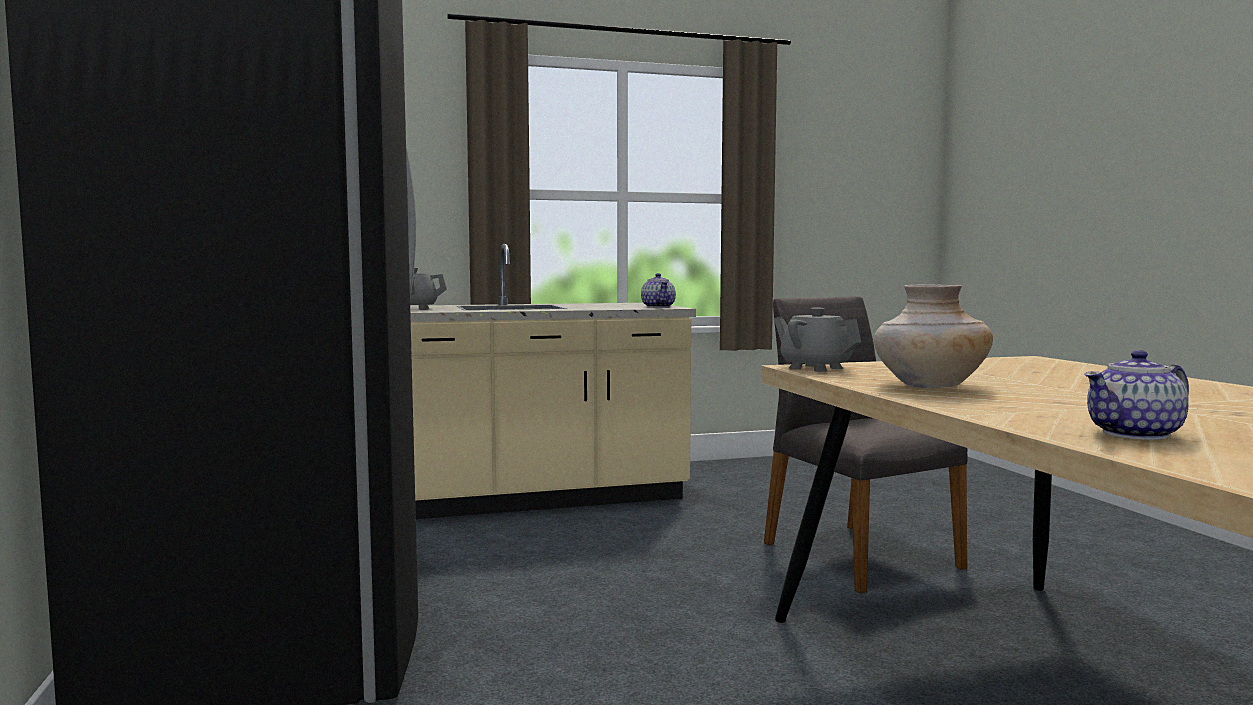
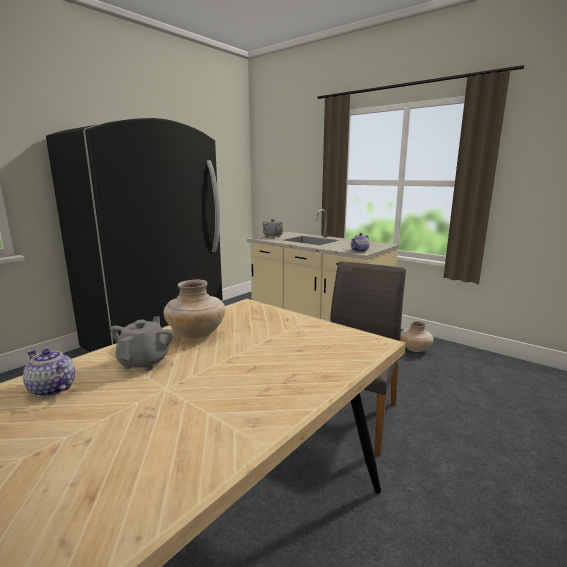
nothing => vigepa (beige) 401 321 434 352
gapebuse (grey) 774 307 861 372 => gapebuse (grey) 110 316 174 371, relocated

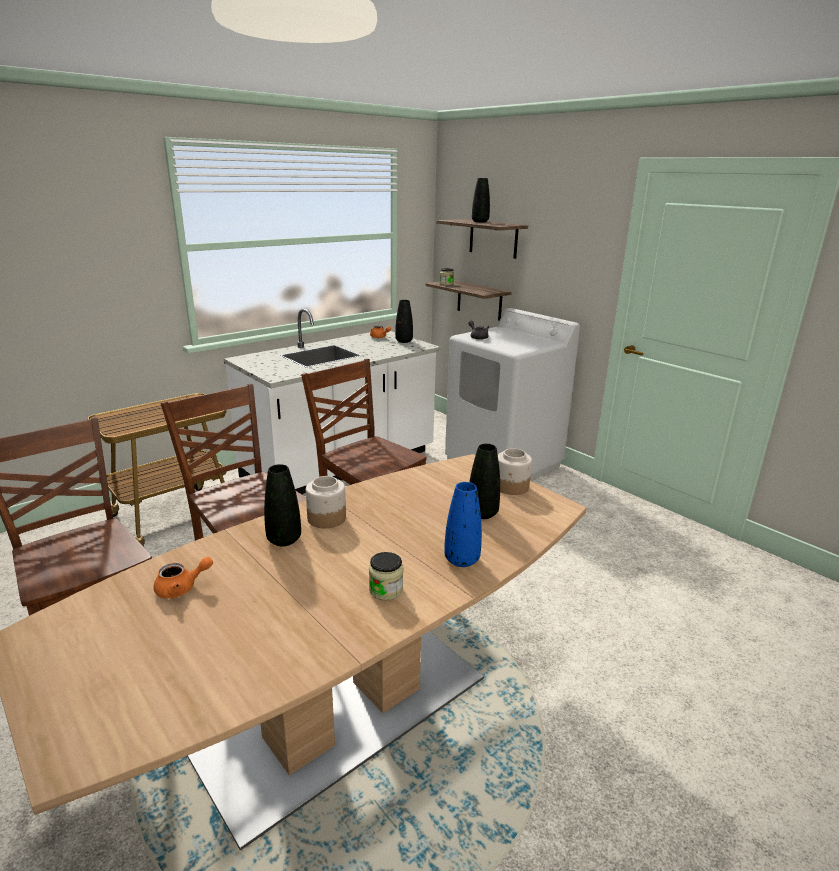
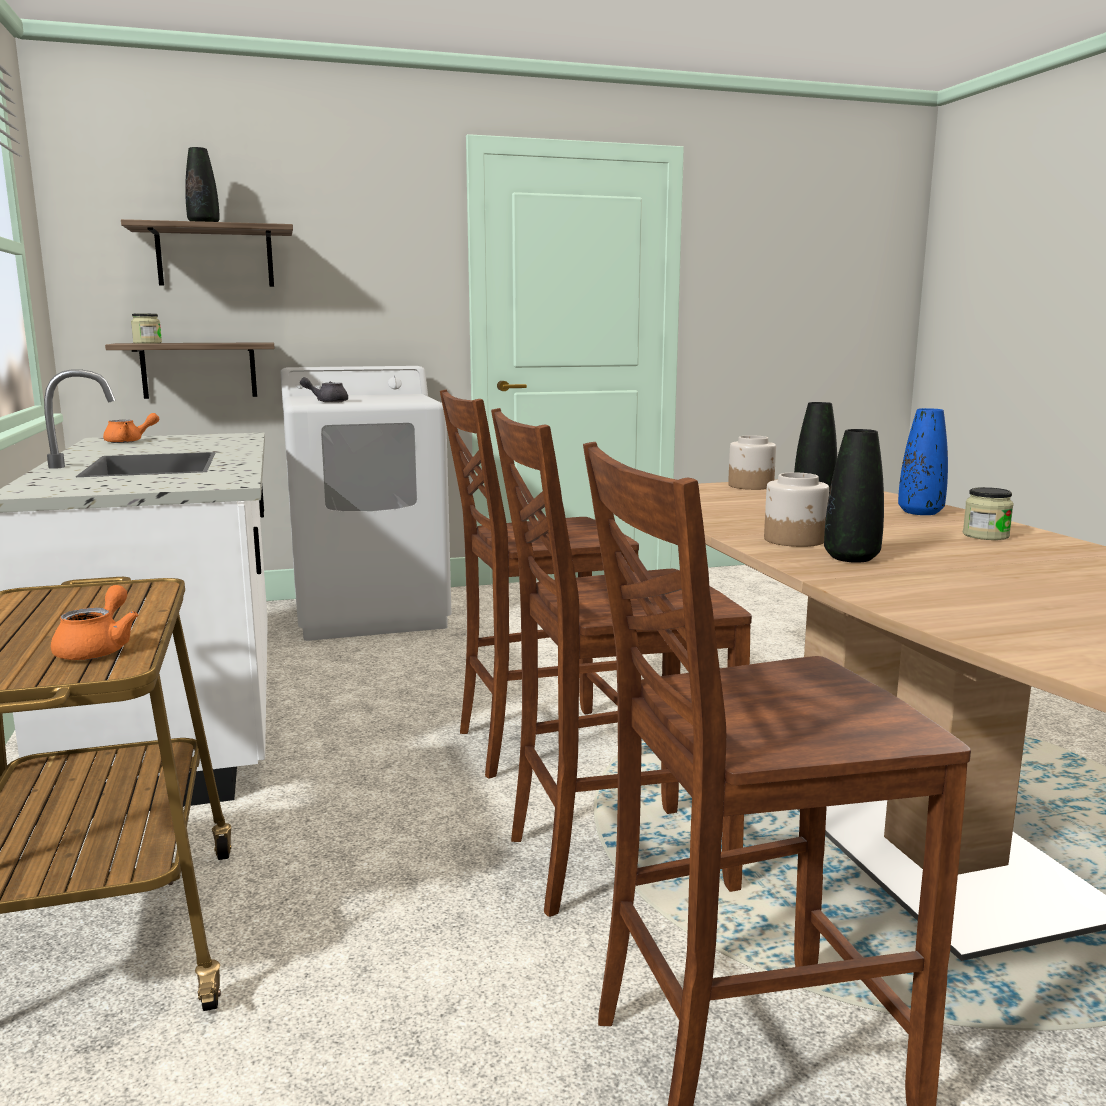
vigepa (black) 395 300 413 343 => nothing
gapebuse (orange) 153 557 213 598 => gapebuse (orange) 51 585 138 660, relocated

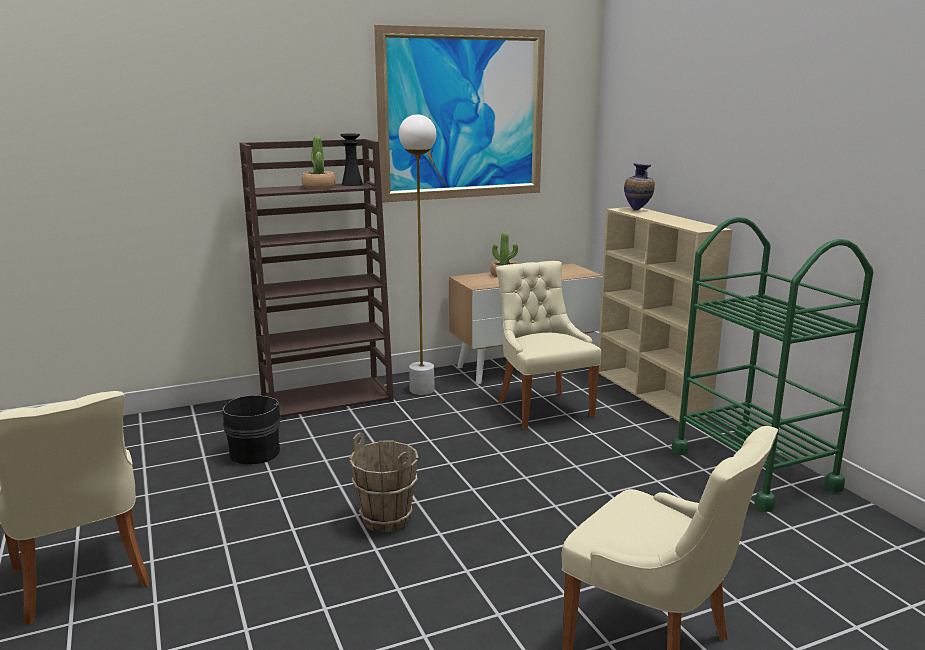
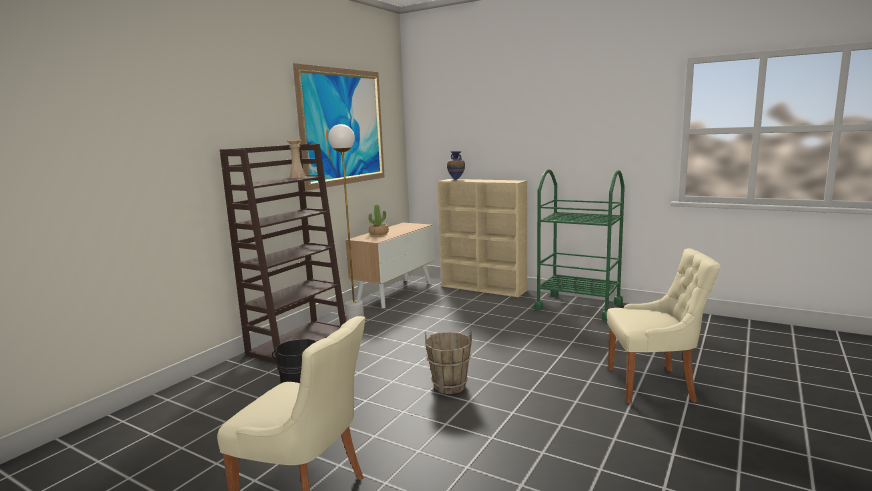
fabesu 301 135 336 189 => nothing
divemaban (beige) 496 261 602 429 => nothing
vigepa (black) 340 133 363 186 => vigepa (beige) 287 140 306 178

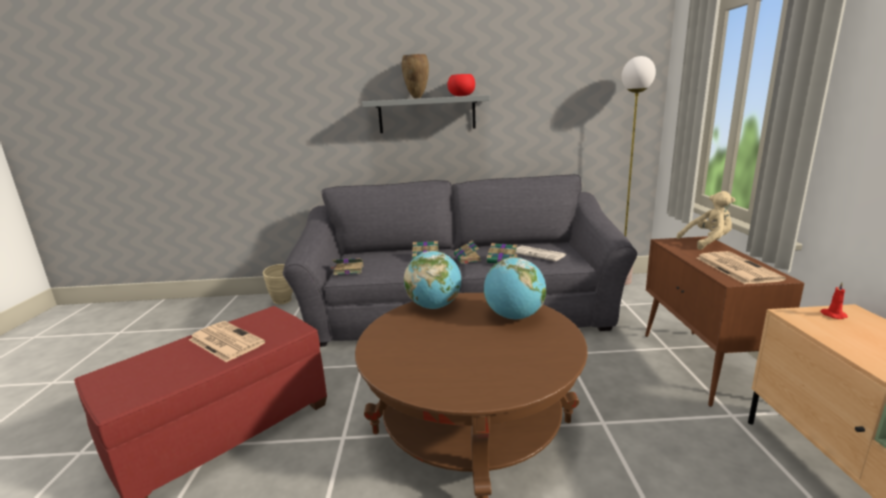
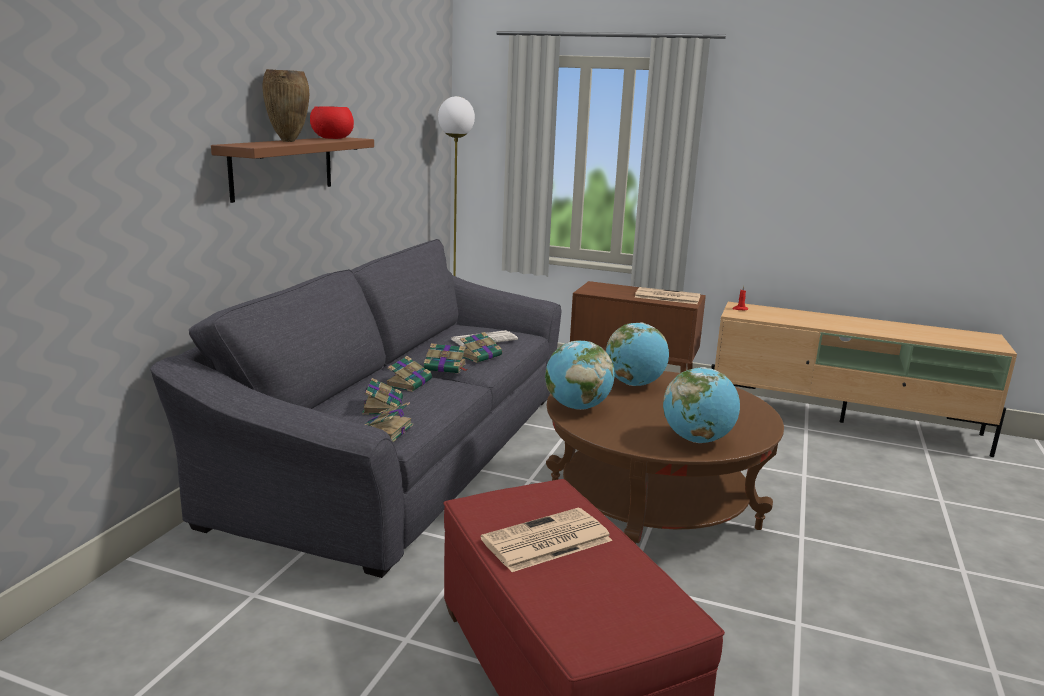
vigepa (beige) 263 264 293 305 => nothing
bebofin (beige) 676 191 735 250 => nothing
nothing => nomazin 362 378 403 415
nothing => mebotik 663 367 740 443
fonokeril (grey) 362 95 490 133 => fonokeril (brown) 211 137 374 203

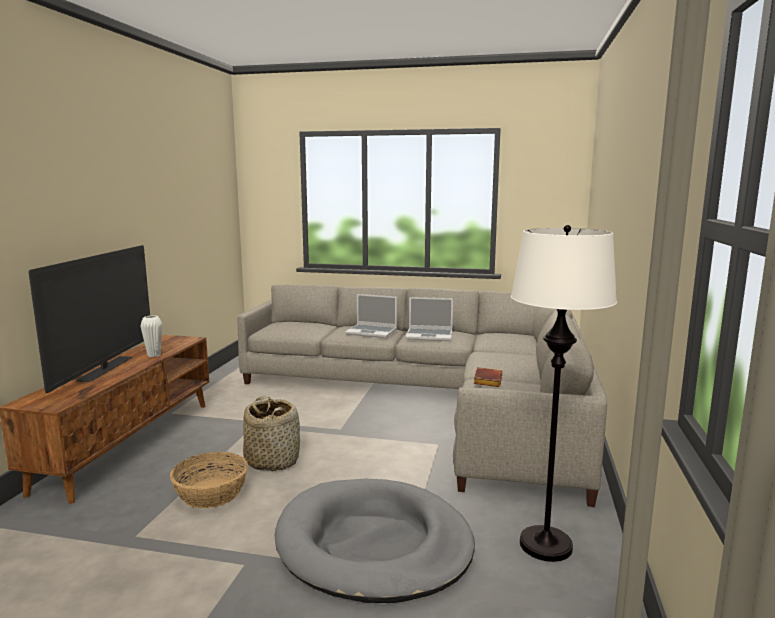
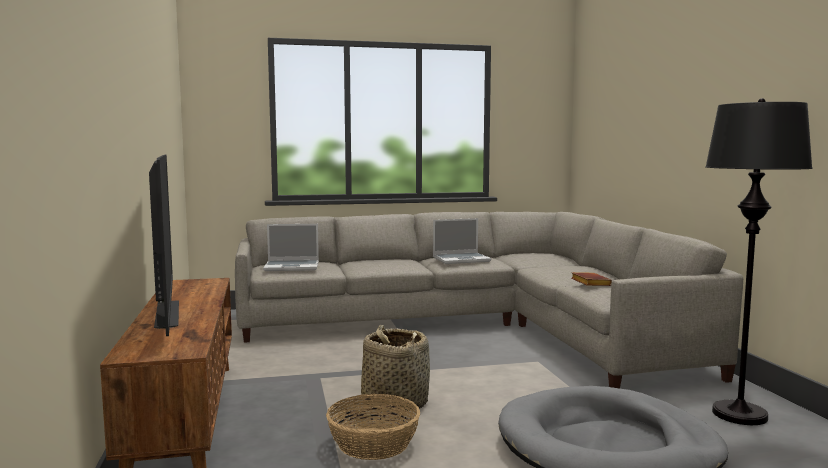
vigepa (white) 140 315 162 357 => nothing
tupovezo 345 294 397 338 => tupovezo 263 224 319 271, relocated
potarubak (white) 511 225 617 562 => potarubak (black) 705 98 813 425

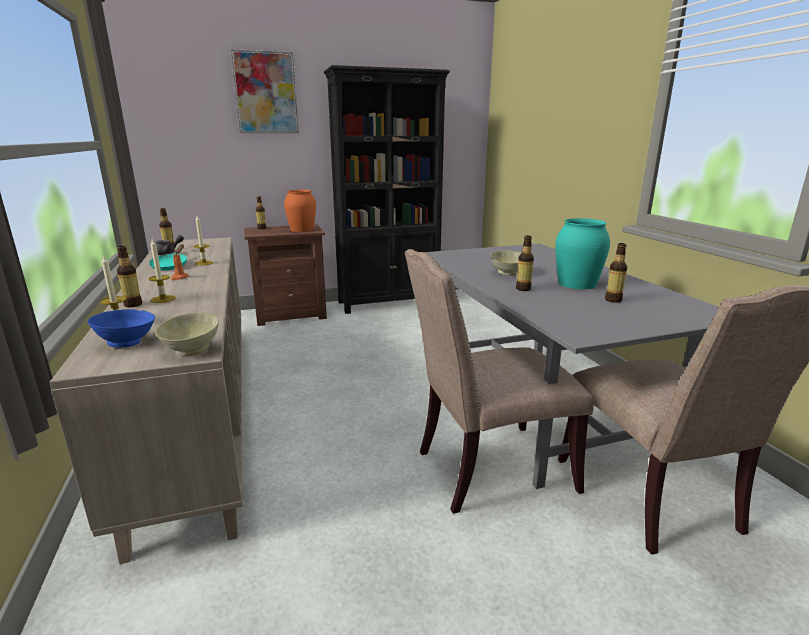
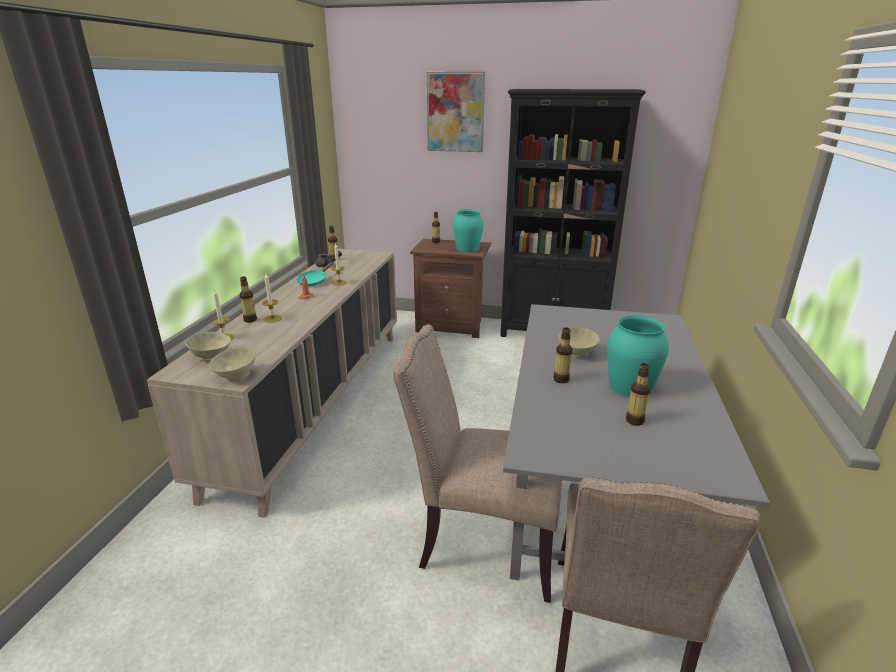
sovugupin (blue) 88 309 155 348 => sovugupin (beige) 185 332 231 362
vigepa (orange) 284 190 316 232 => vigepa (turquoise) 453 209 484 252

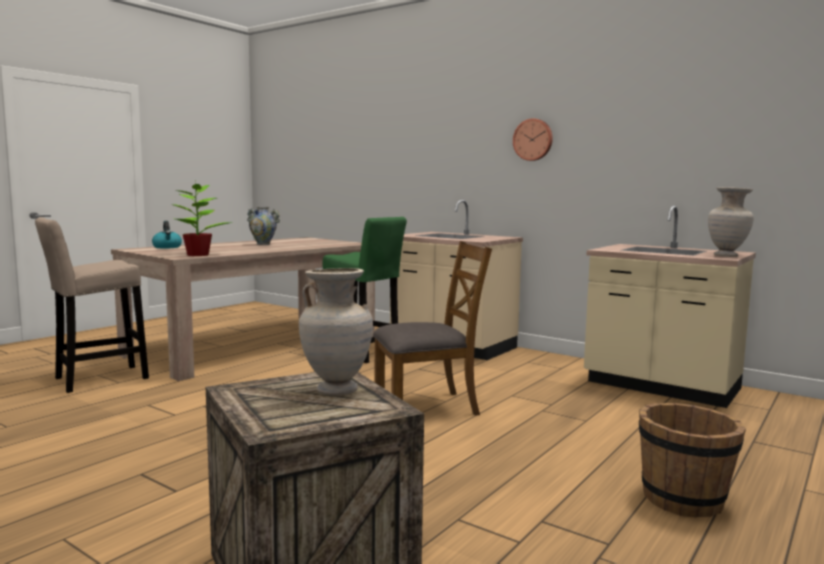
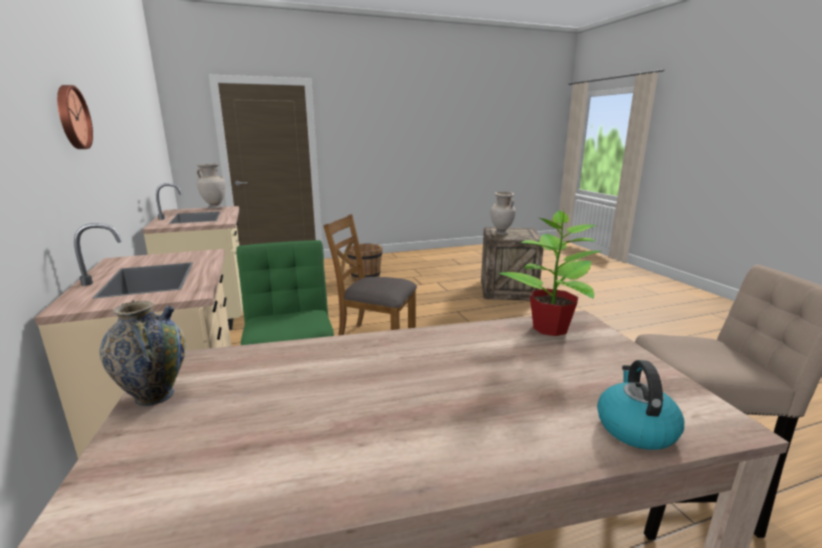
vigepa 247 207 280 245 => vigepa 100 300 186 406, relocated

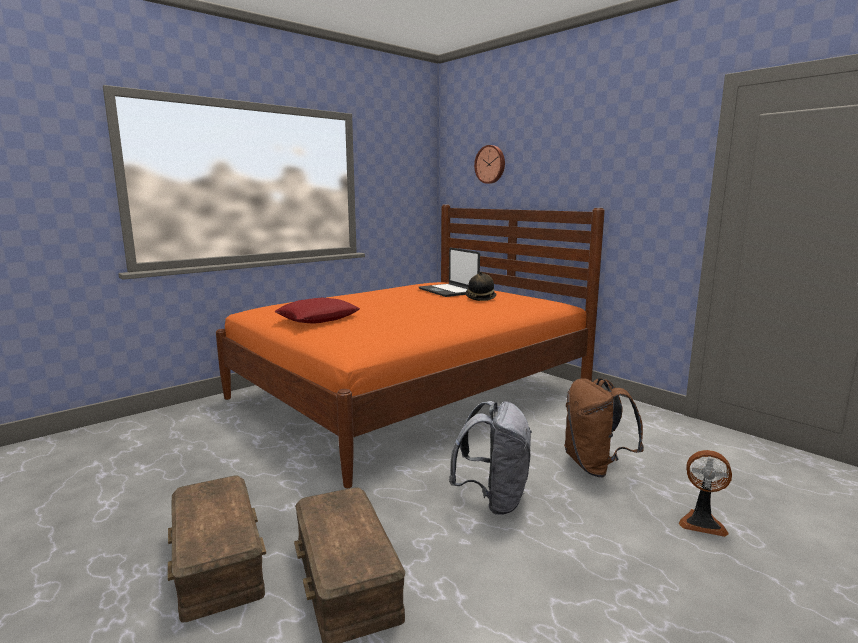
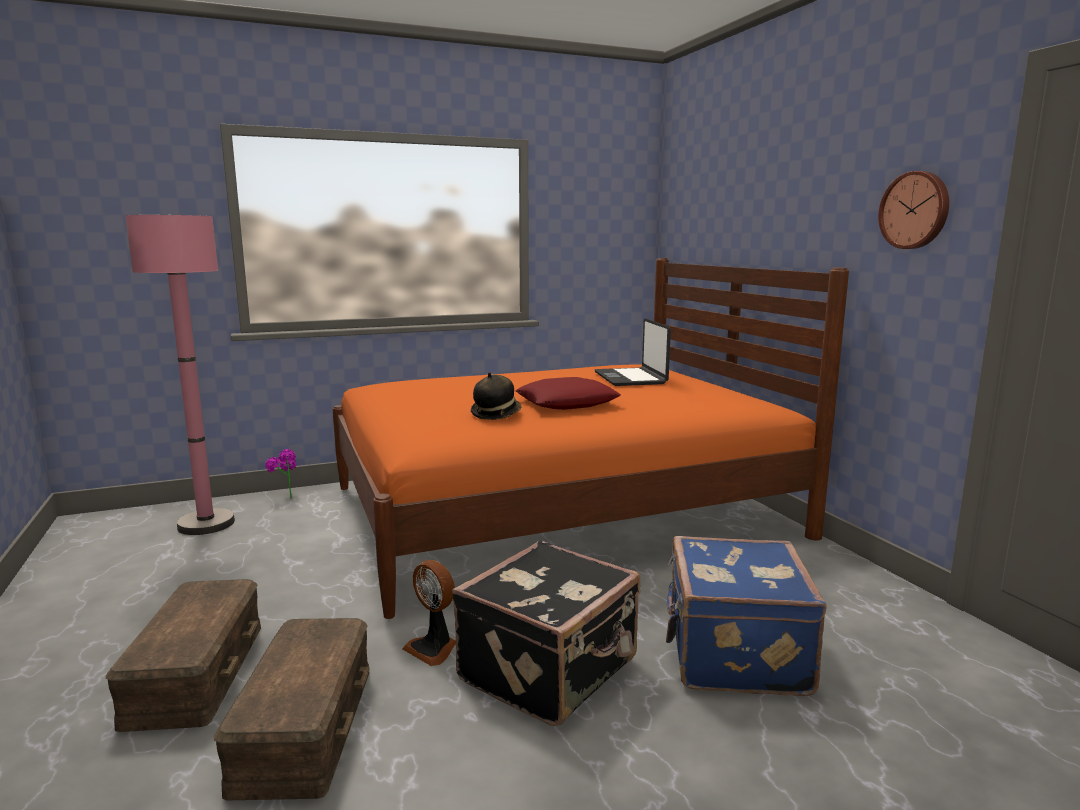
nothing => potarubak (pink) 125 215 235 535
nothing => fabesu 265 449 297 499
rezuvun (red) 275 298 360 323 => rezuvun (red) 516 377 621 410, relocated
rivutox 466 272 497 301 => rivutox 471 372 521 420, relocated
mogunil 474 145 505 184 => mogunil 878 171 949 249, relocated
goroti 679 450 732 537 => goroti 402 560 456 666, relocated
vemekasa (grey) 449 401 532 515 => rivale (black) 452 540 640 726
vemekasa (brown) 564 378 644 477 => rivale (blue) 666 536 827 696

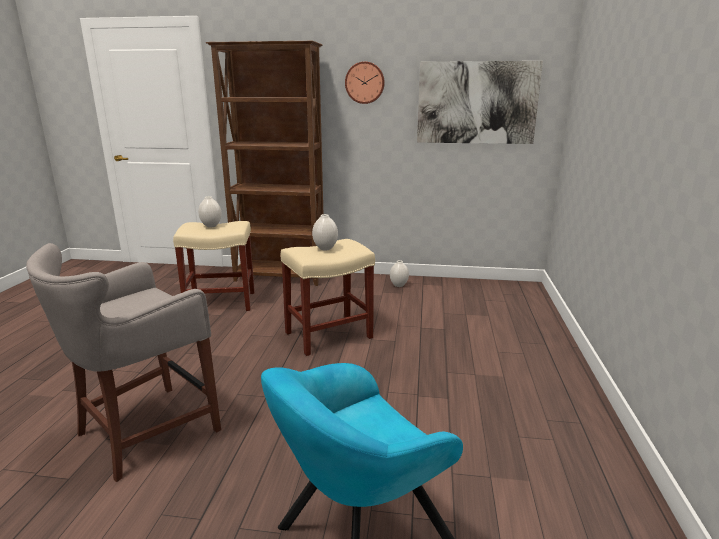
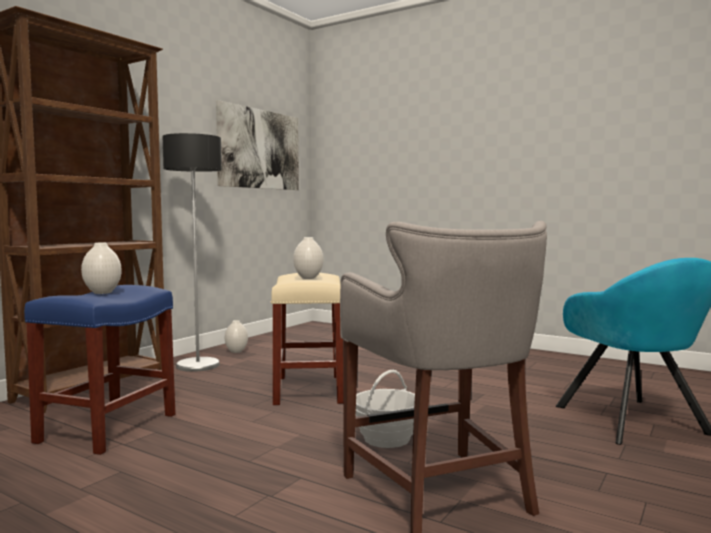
mogunil 345 61 385 104 => nothing
nothing => potarubak 162 133 222 372
nothing => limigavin 356 370 415 448
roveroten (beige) 173 221 255 311 => roveroten (blue) 24 285 176 455

